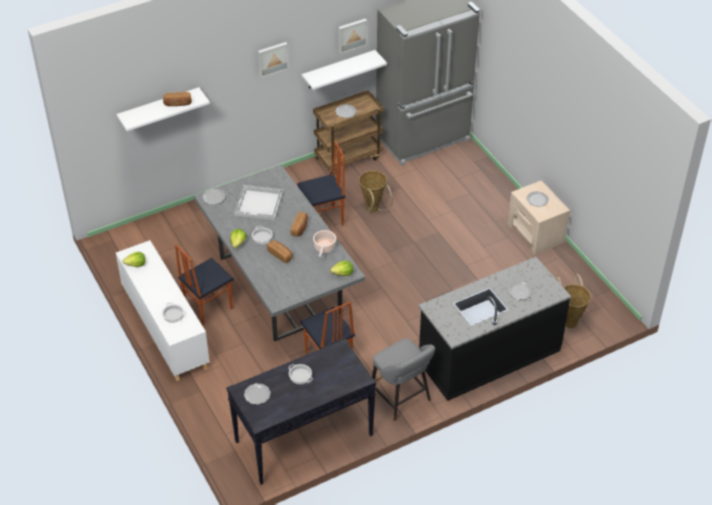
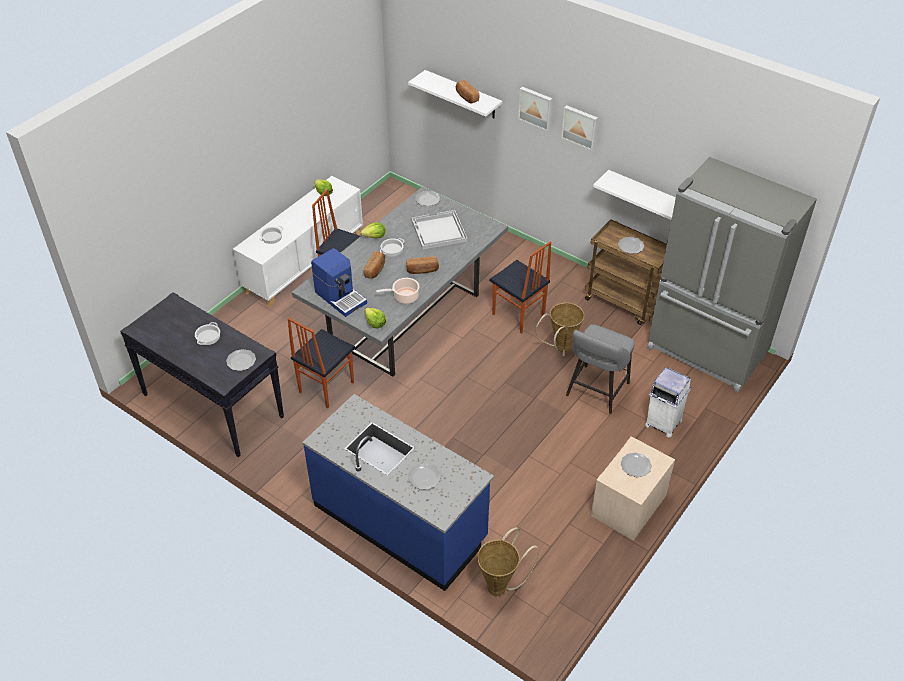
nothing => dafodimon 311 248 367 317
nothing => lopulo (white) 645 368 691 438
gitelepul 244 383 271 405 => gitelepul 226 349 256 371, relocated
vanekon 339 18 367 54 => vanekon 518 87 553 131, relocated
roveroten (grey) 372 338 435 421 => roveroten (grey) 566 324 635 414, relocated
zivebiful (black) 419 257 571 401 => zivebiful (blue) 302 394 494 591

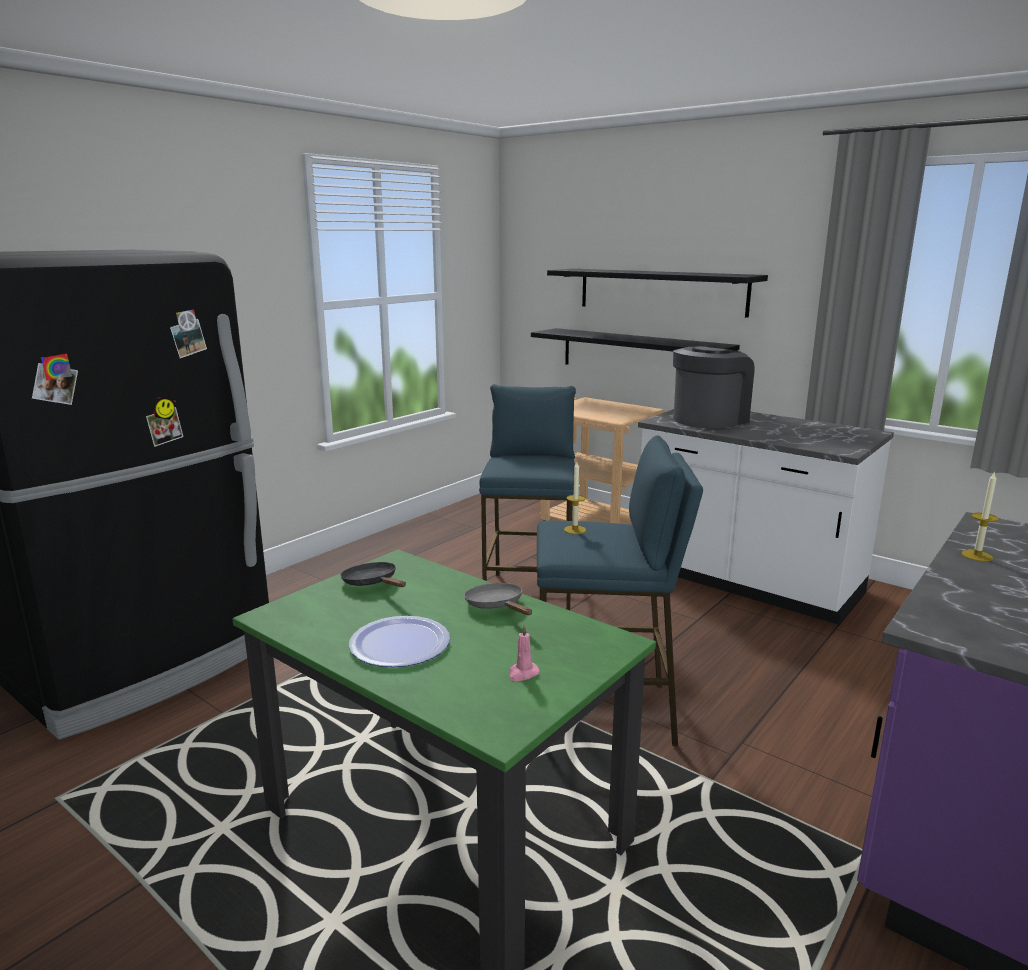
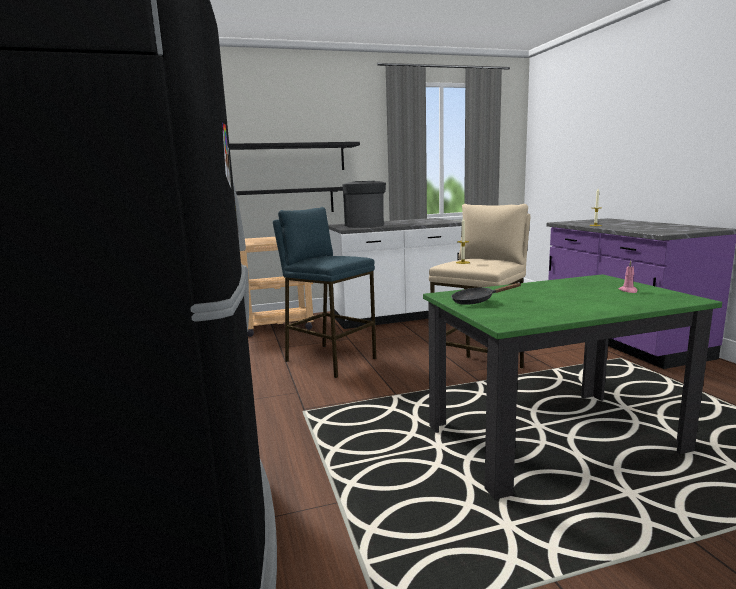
gitelepul 349 616 450 667 => nothing
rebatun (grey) 464 583 532 615 => nothing
roveroten (blue) 537 435 703 746 => roveroten (beige) 429 204 530 369

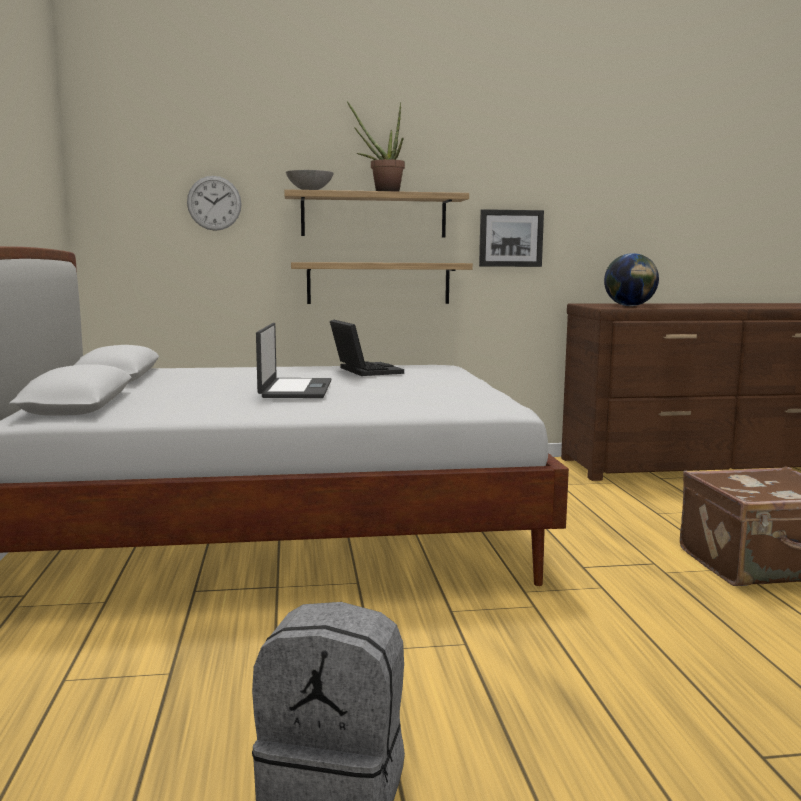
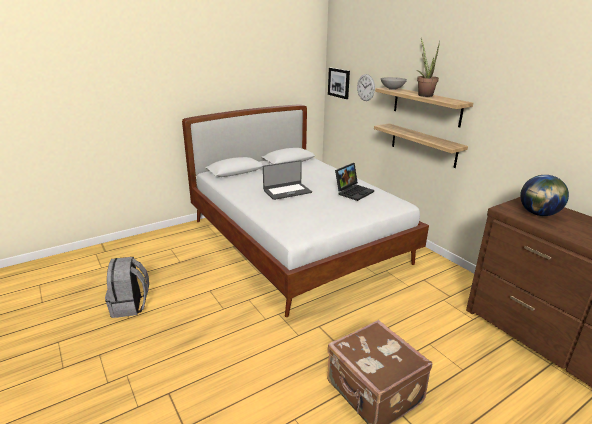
vanekon 479 209 544 267 => vanekon 328 68 350 99, relocated

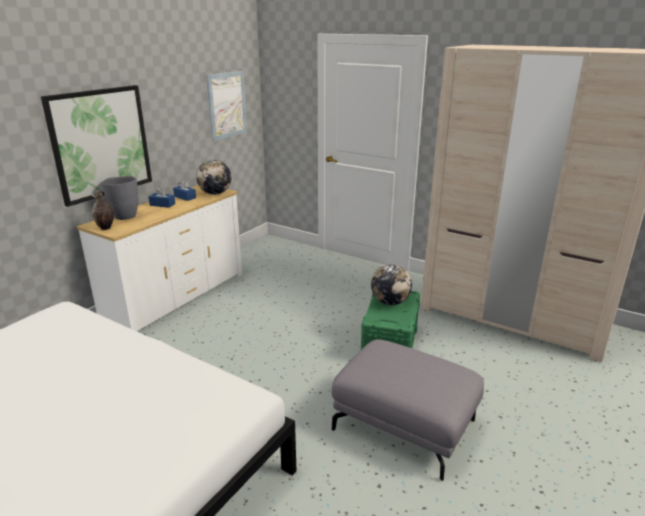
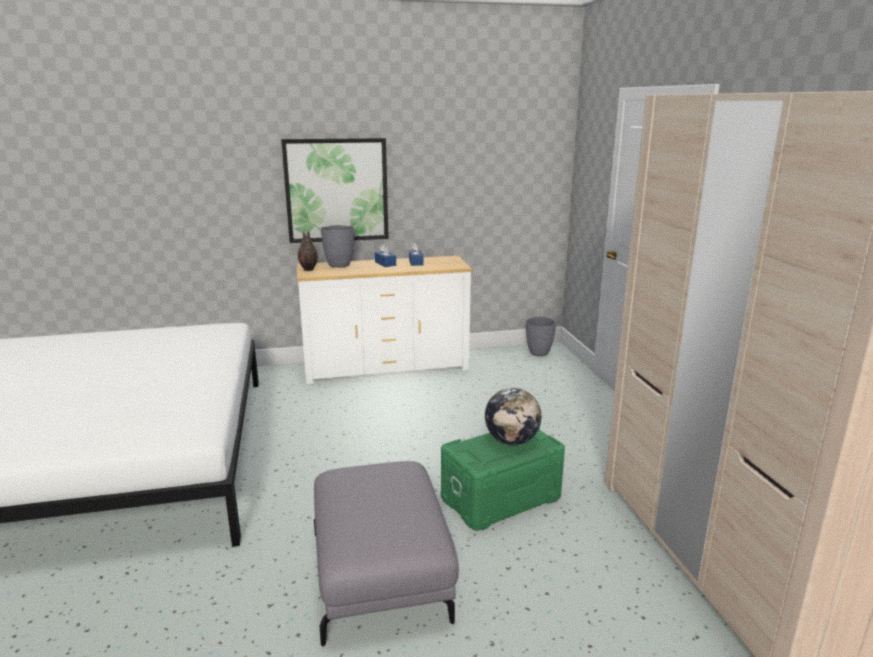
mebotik 196 160 231 195 => nothing
vanekon 206 71 247 141 => nothing
nothing => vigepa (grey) 526 316 556 356

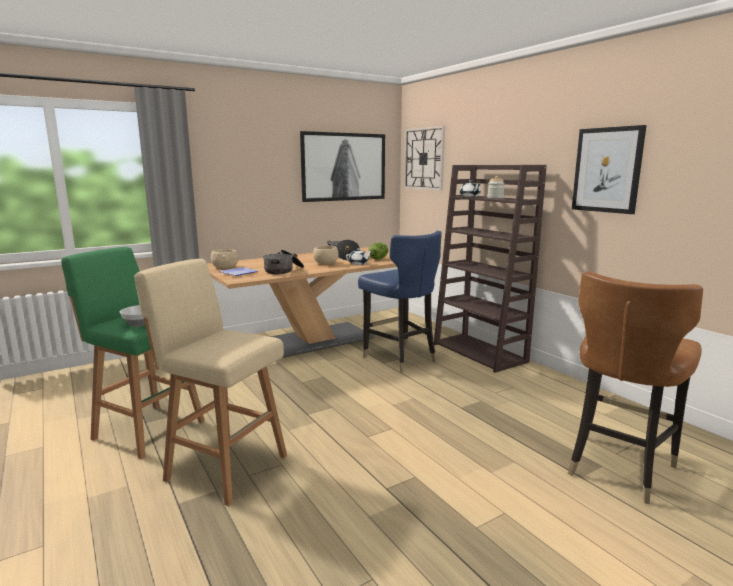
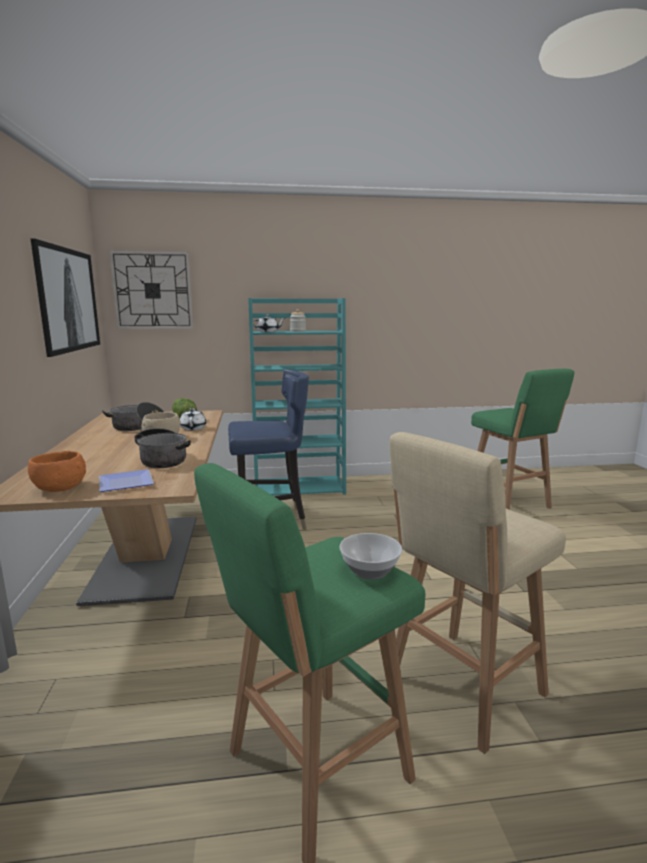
vanekon 572 125 647 214 => nothing
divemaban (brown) 568 271 703 504 => roveroten (green) 471 369 574 510
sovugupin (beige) 211 249 239 269 => sovugupin (orange) 28 451 86 492
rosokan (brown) 434 165 547 373 => rosokan (turquoise) 248 298 346 496

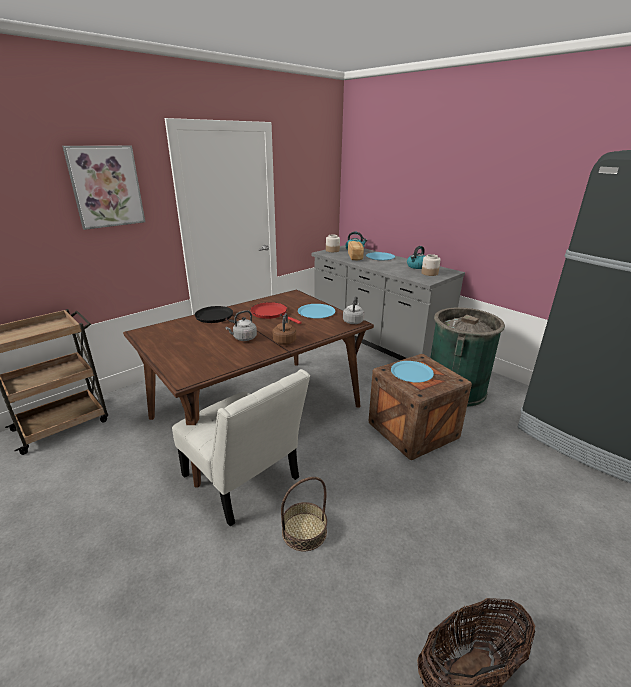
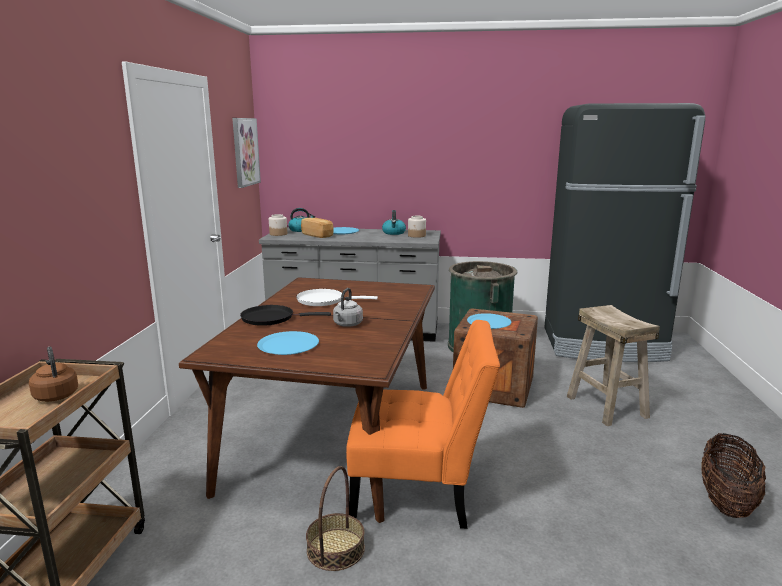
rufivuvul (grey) 343 296 364 324 => nothing
nothing => roveroten (beige) 567 305 660 426
vanekon 62 146 145 230 => vanekon 232 118 261 188, relocated
rufivuvul (brown) 272 313 296 345 => rufivuvul (brown) 29 347 78 402, relocated
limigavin 281 477 327 551 => limigavin 306 466 365 571, relocated
gitelepul (blue) 298 304 335 319 => gitelepul (blue) 257 331 319 355, relocated
divemaban (white) 172 369 310 527 => divemaban (orange) 346 320 500 529
rebatun (red) 250 302 302 324 => rebatun (white) 296 289 378 306

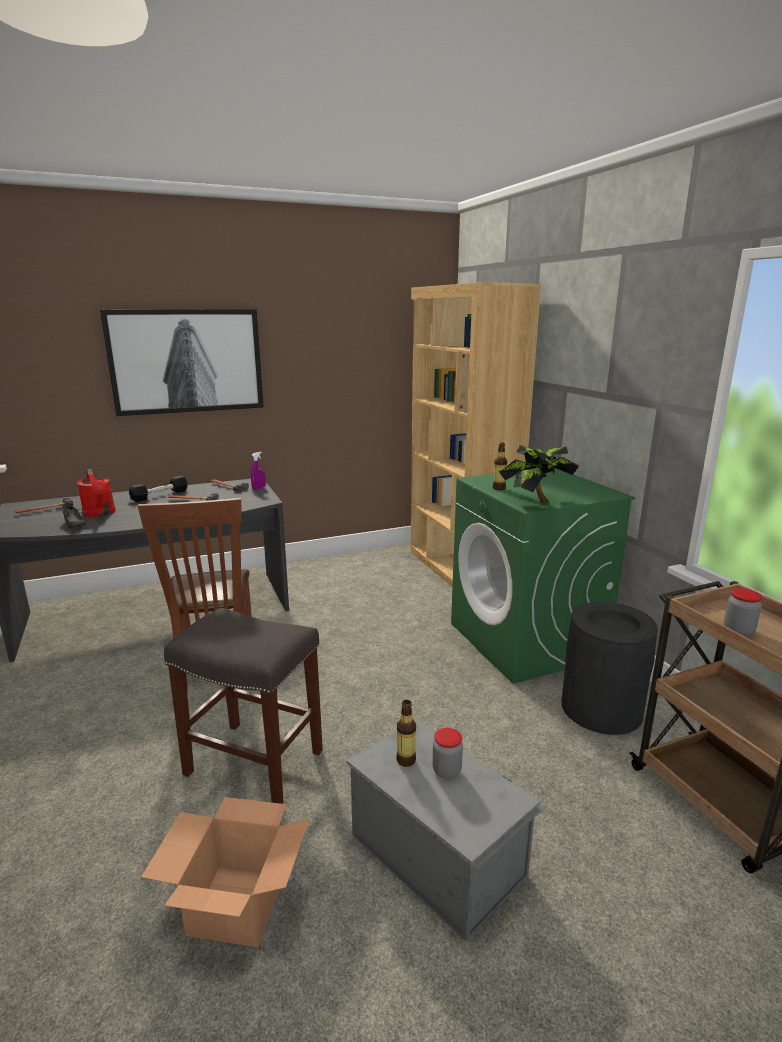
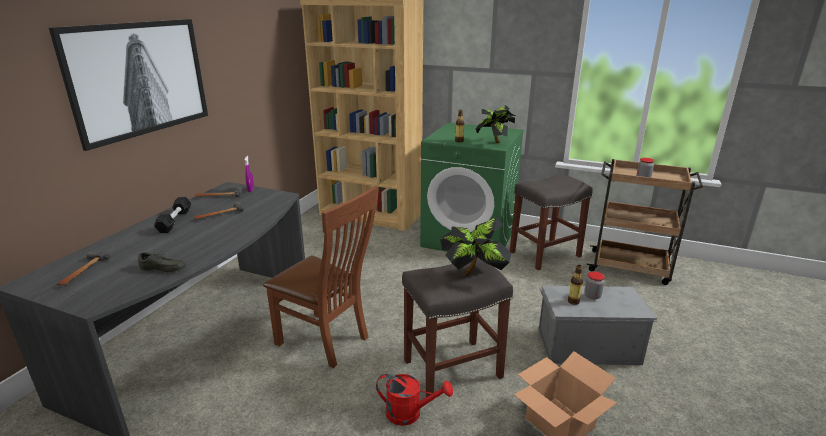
nothing => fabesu 440 217 512 276
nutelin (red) 77 469 116 517 => nutelin (red) 376 374 453 426, relocated
lopulo (black) 561 602 658 735 => roveroten (grey) 510 174 593 270

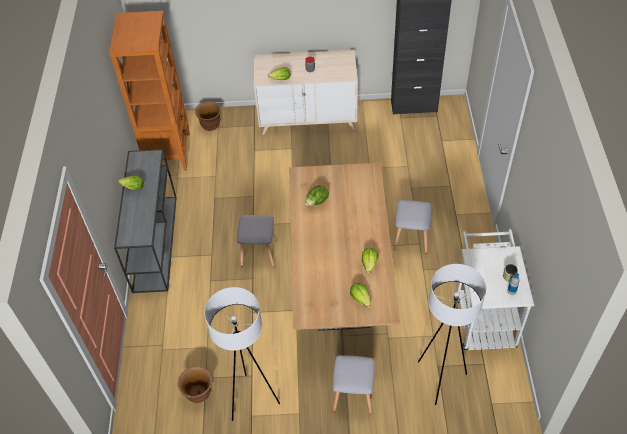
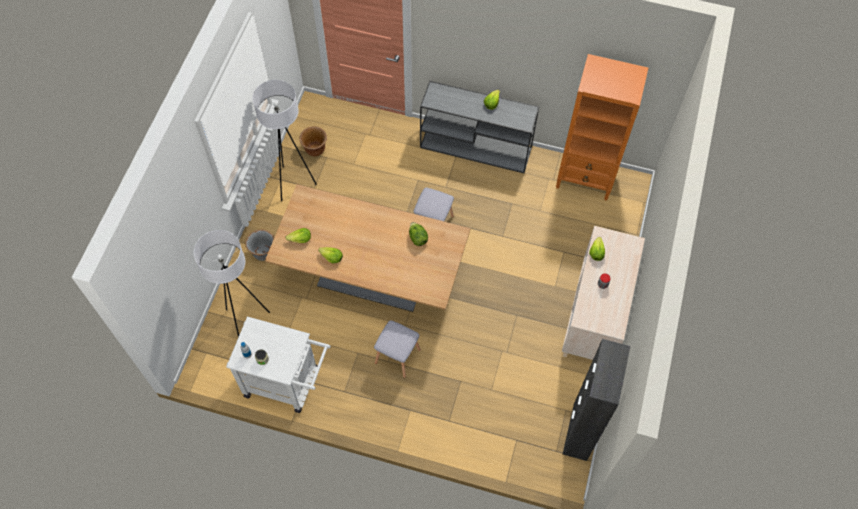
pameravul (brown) 195 101 221 131 => nothing
roveroten (grey) 333 355 375 414 => pameravul (grey) 245 230 274 261

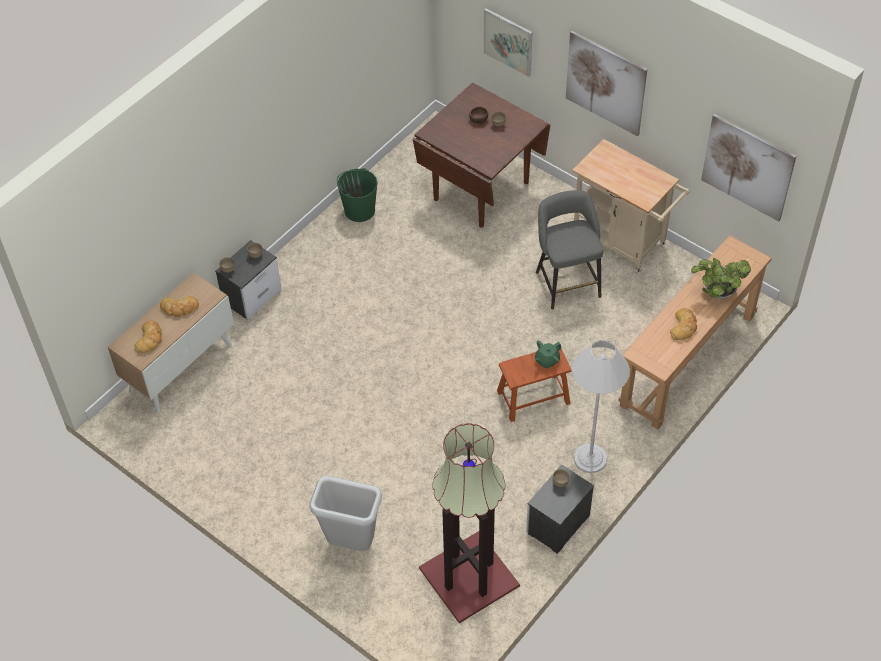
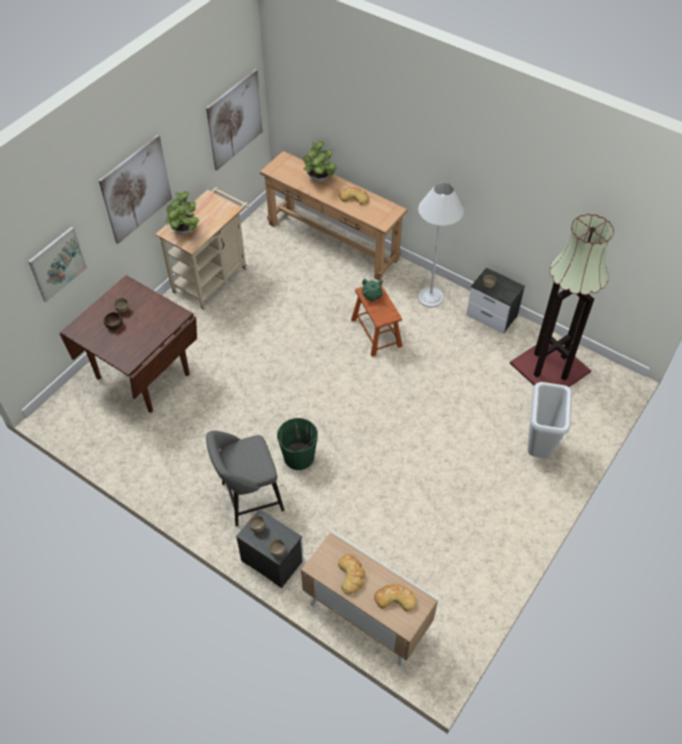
nothing => fabesu 164 191 199 235
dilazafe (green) 337 168 377 222 => dilazafe (green) 277 418 318 470, relocated
roveroten (grey) 536 190 603 309 => roveroten (grey) 206 430 284 526, relocated

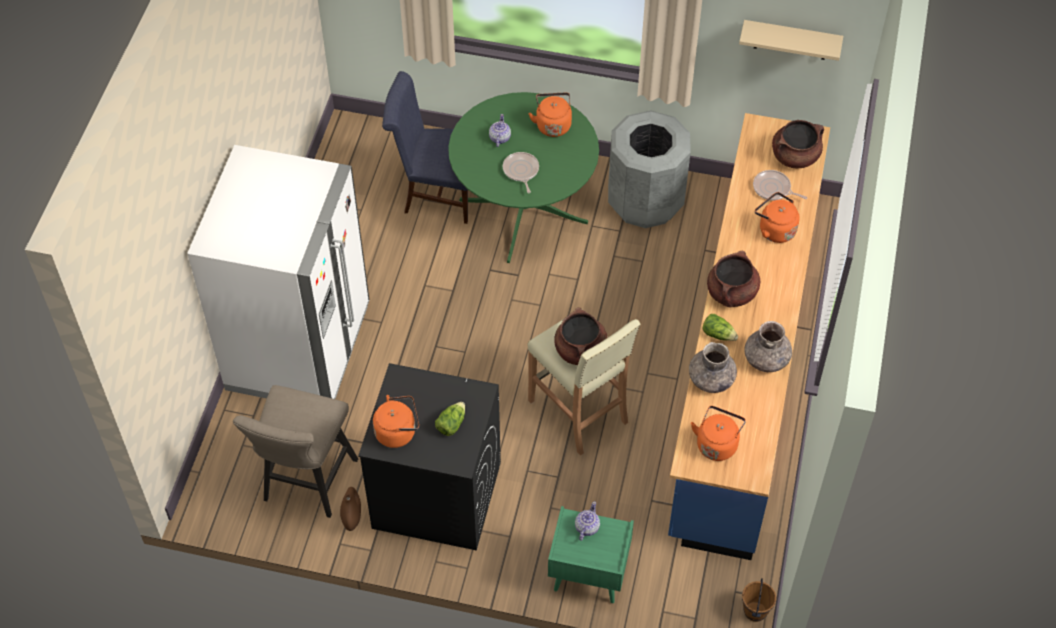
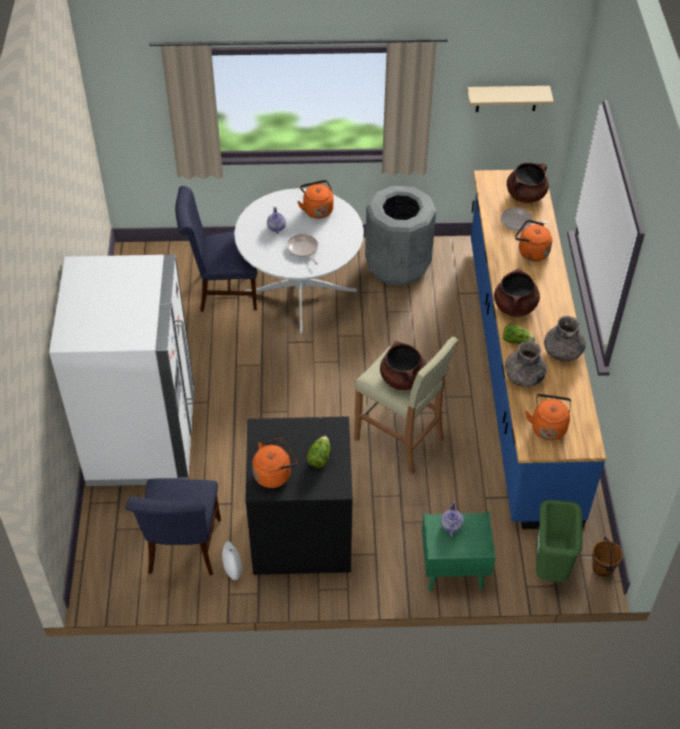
nothing => lopulo (green) 536 500 583 582
roveroten (beige) 233 385 358 518 => divemaban (blue) 125 478 221 575
vigepa (brown) 340 487 361 531 => vigepa (white) 222 541 242 580
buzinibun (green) 448 92 599 263 => buzinibun (white) 234 188 364 334

